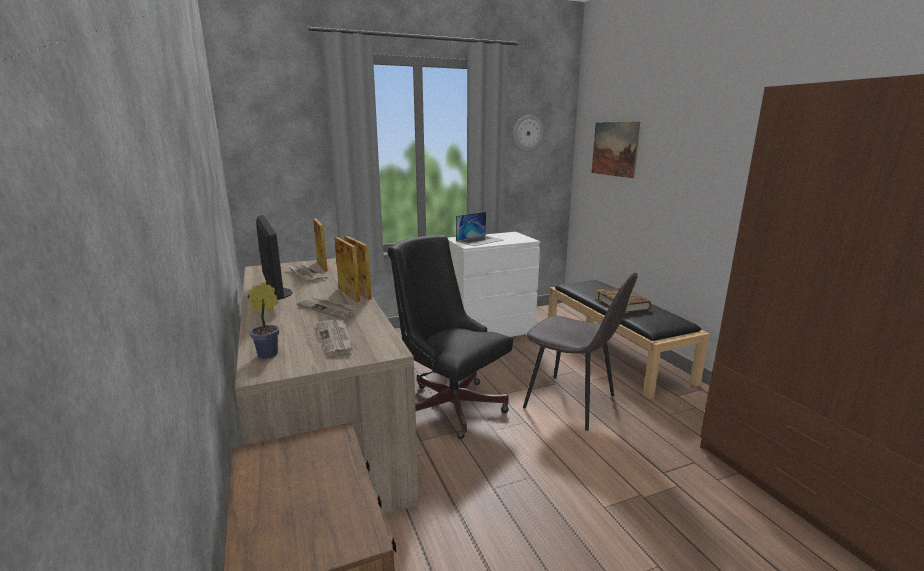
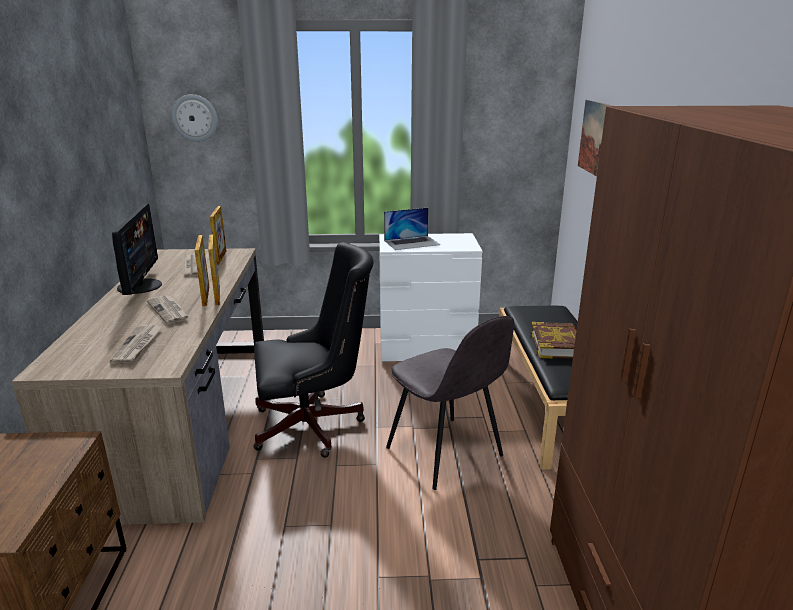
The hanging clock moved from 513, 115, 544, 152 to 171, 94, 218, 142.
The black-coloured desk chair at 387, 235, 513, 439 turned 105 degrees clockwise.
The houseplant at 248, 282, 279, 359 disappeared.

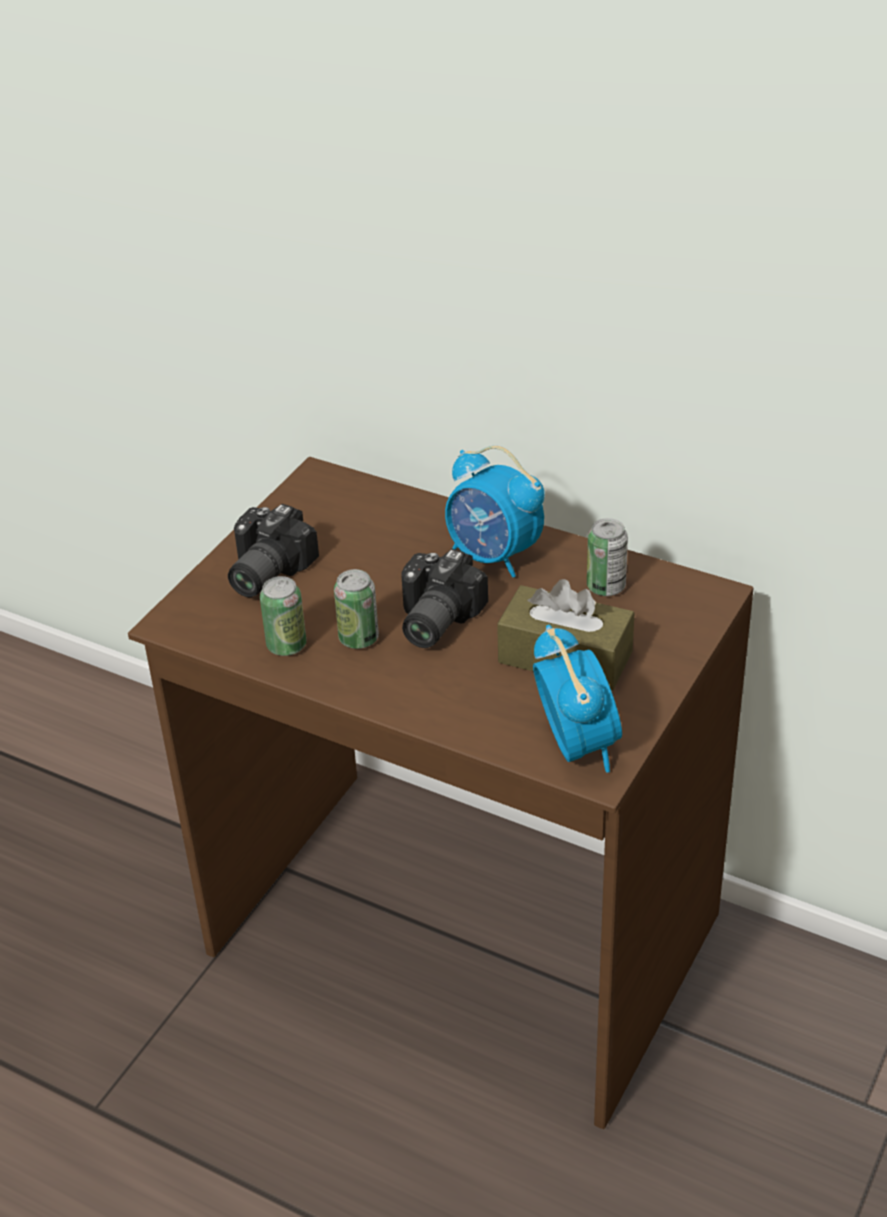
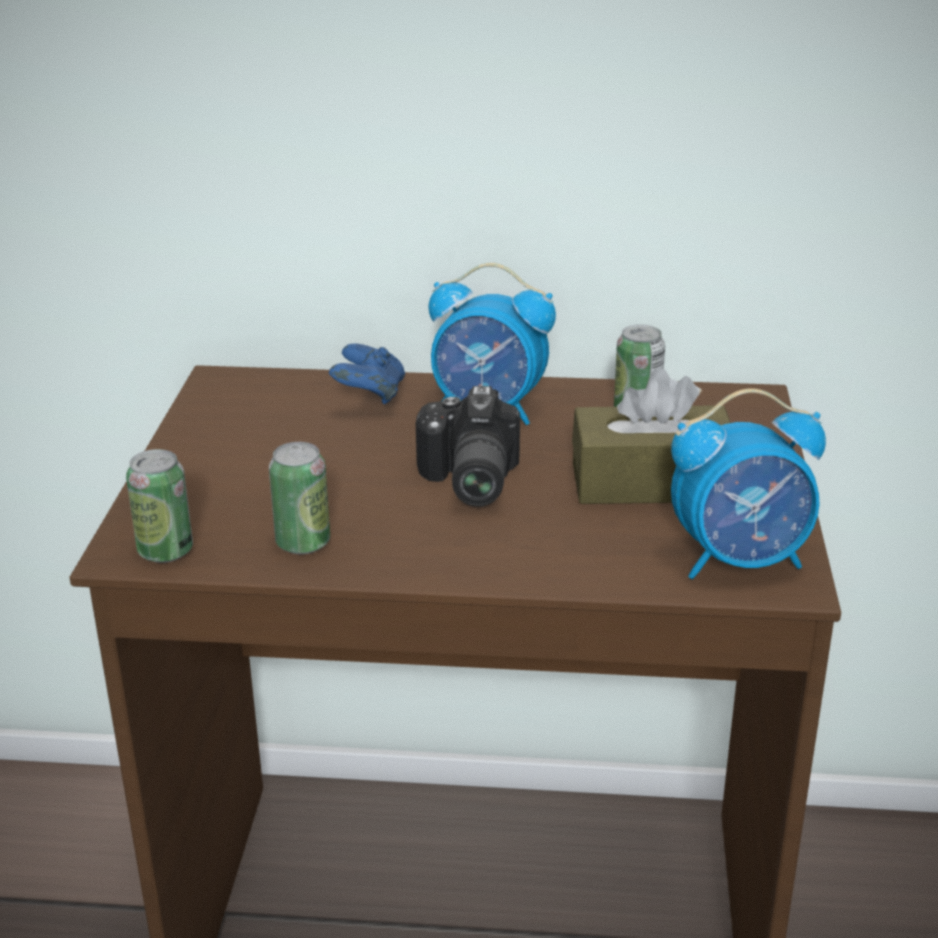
The can moved from 334, 569, 379, 649 to 126, 449, 193, 563.
The bluish game controller at 329, 343, 405, 404 appeared.
The table clock at 533, 625, 622, 773 turned 120 degrees clockwise.
The still camera at 228, 504, 319, 597 disappeared.

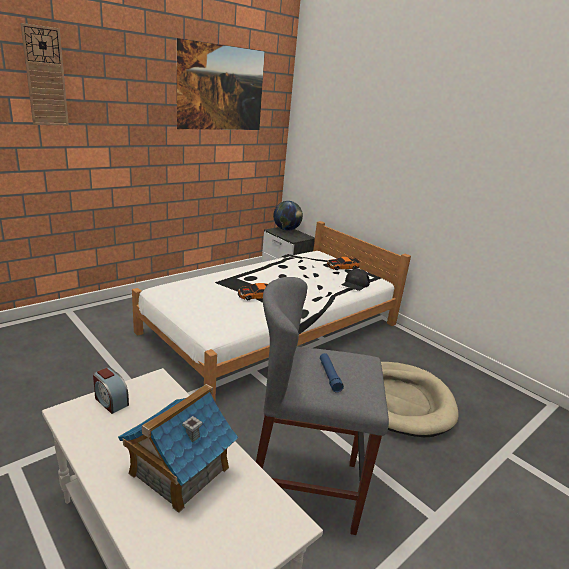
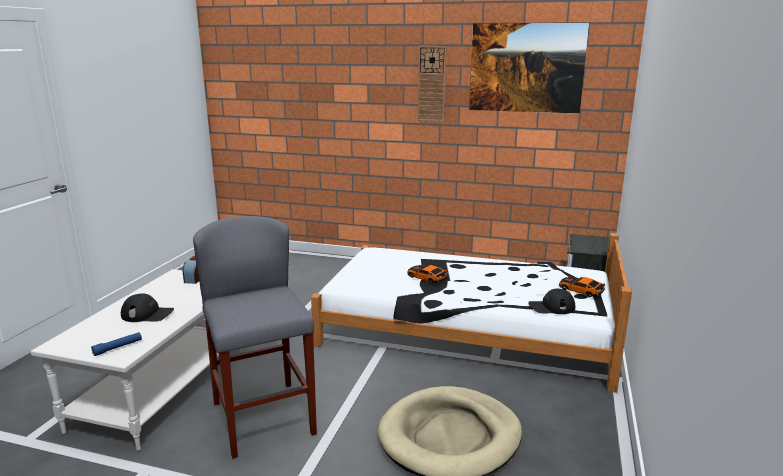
The bluish hand torch moved from 320, 353, 344, 392 to 91, 332, 142, 356.
The miniature house at 118, 384, 239, 513 was replaced by the black-coloured peaked cap at 121, 294, 174, 322.
The hanging clock moved from 21, 23, 69, 125 to 418, 46, 446, 122.
The globe at 273, 201, 303, 231 disappeared.

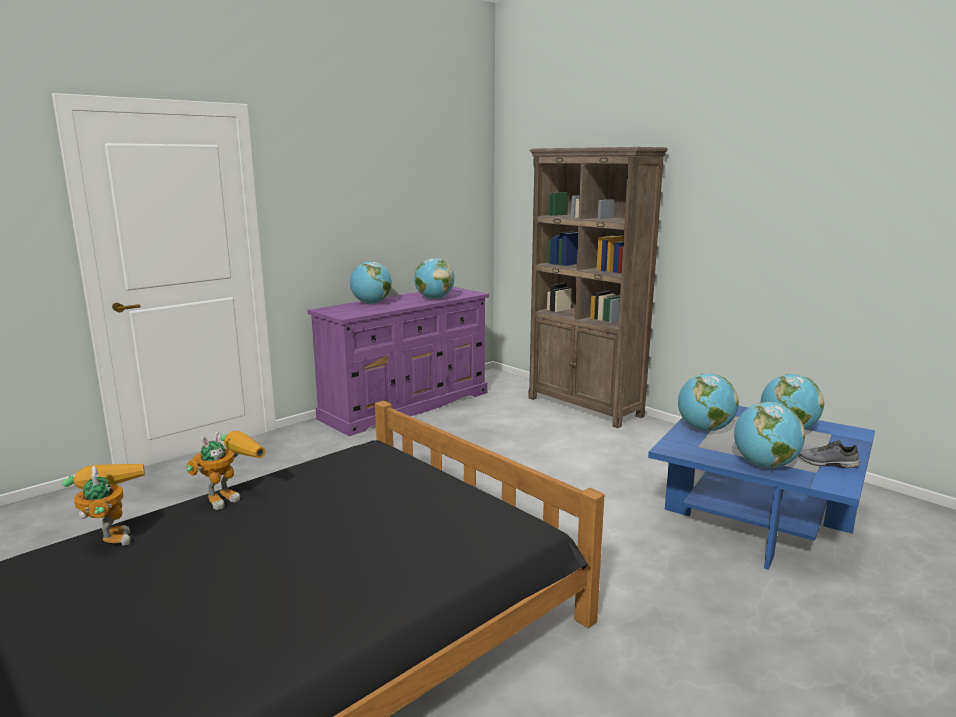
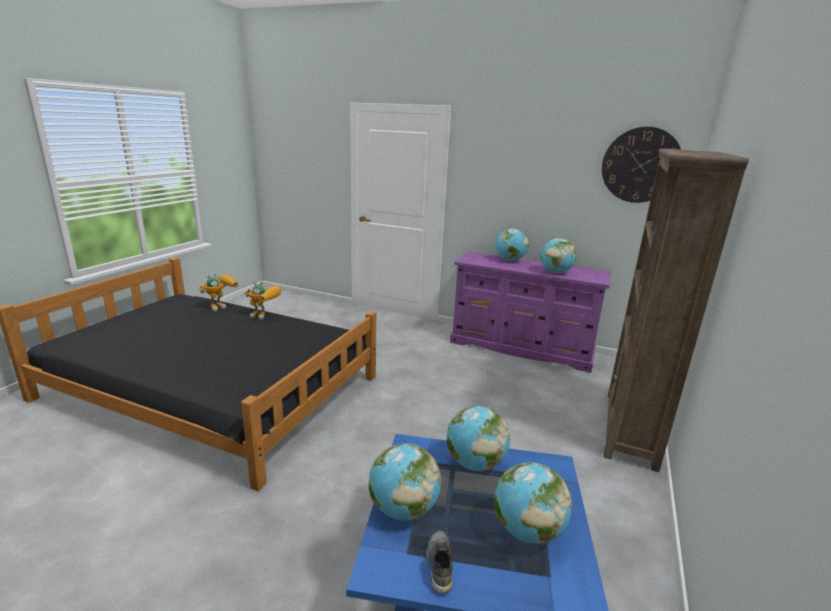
The hanging clock at 602, 127, 681, 203 appeared.

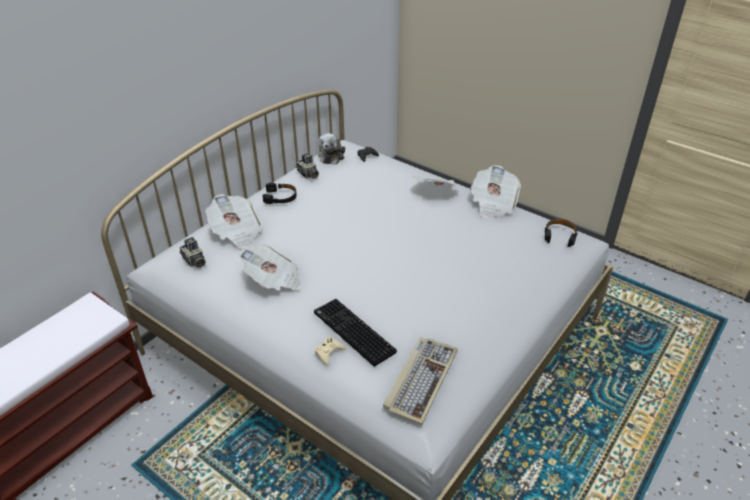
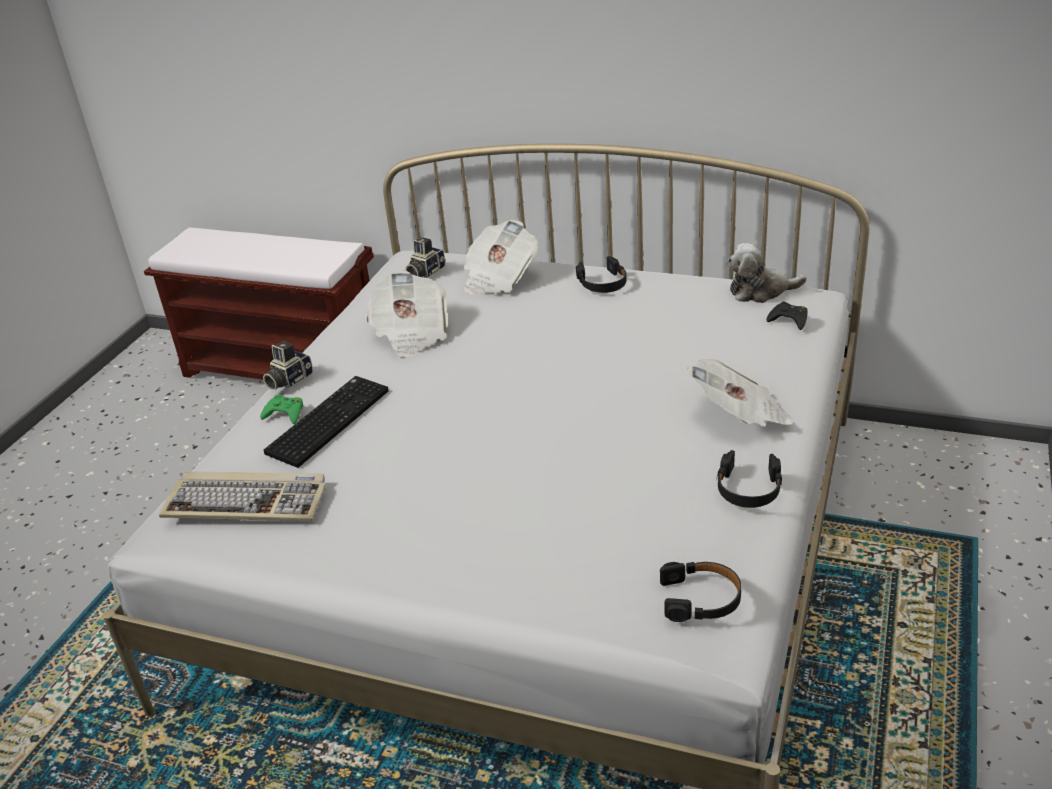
The beige-coloured game controller at 315, 338, 346, 366 became the greenish game controller at 260, 394, 303, 424.
The still camera moved from 296, 153, 319, 179 to 263, 341, 313, 390.
The printed paper at 470, 165, 521, 218 was replaced by the black-coloured pair of headphones at 717, 450, 782, 508.

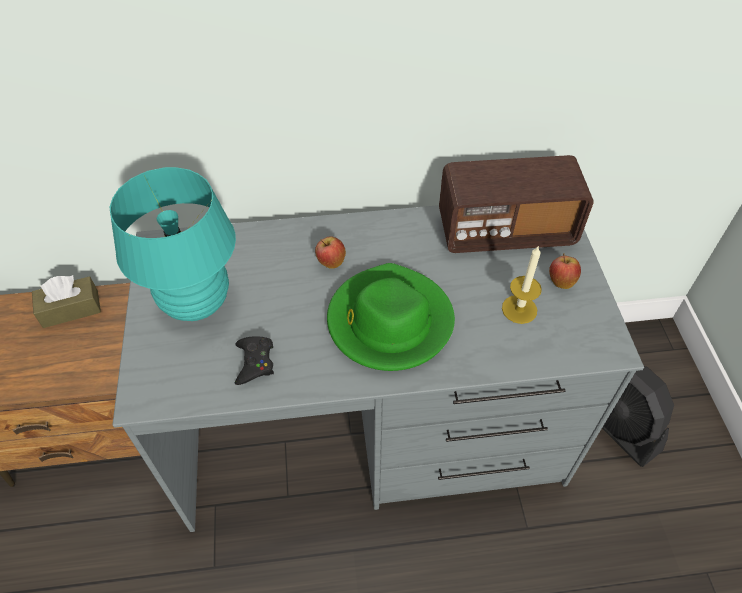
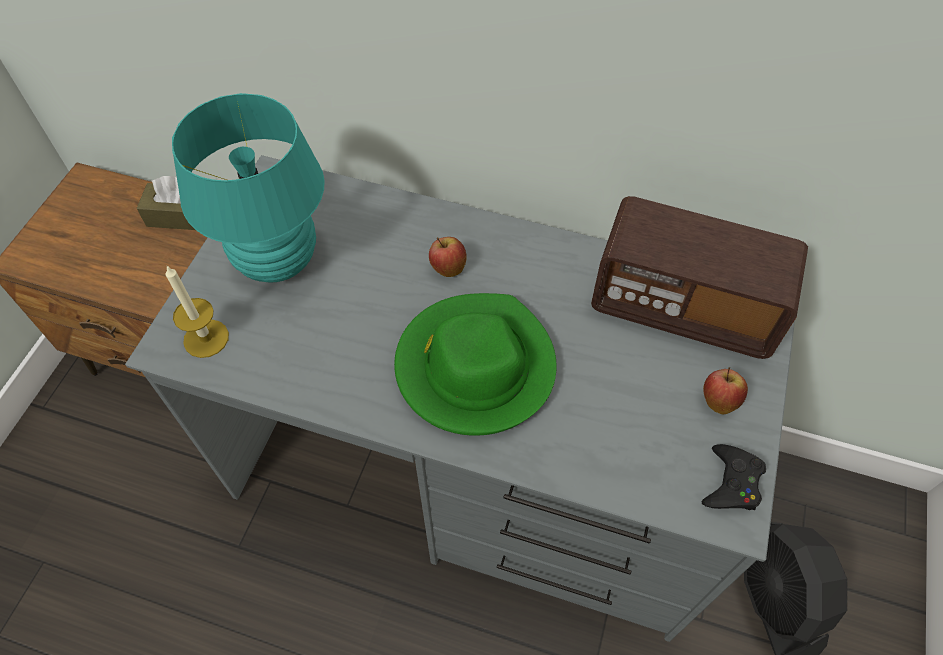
The wax light moved from 502, 245, 542, 324 to 165, 265, 229, 358.
The black-coloured game controller moved from 235, 336, 274, 385 to 702, 444, 766, 510.

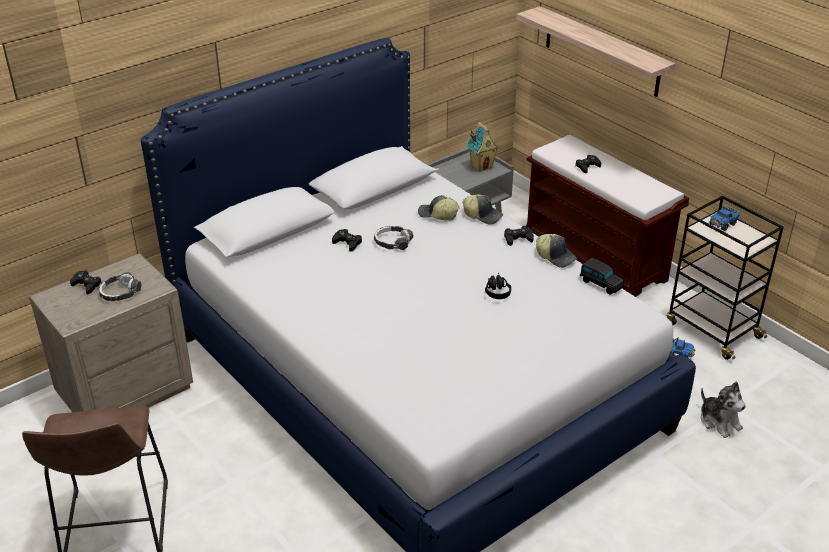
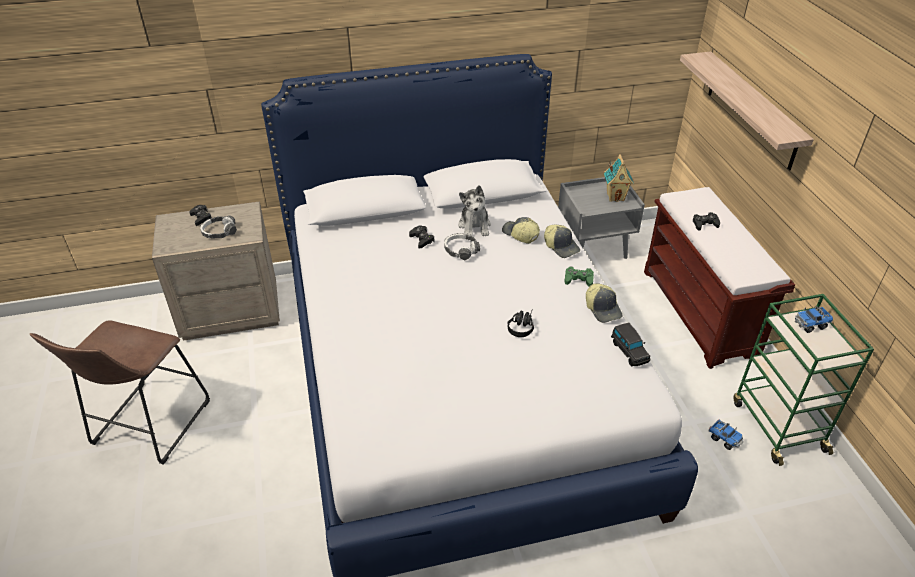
The soft toy moved from 701, 381, 746, 438 to 458, 185, 491, 236.
The black-coloured game controller at 504, 226, 534, 246 became the greenish game controller at 564, 267, 594, 287.
The black-coloured trolley at 667, 196, 784, 360 became the greenish trolley at 734, 294, 874, 466.

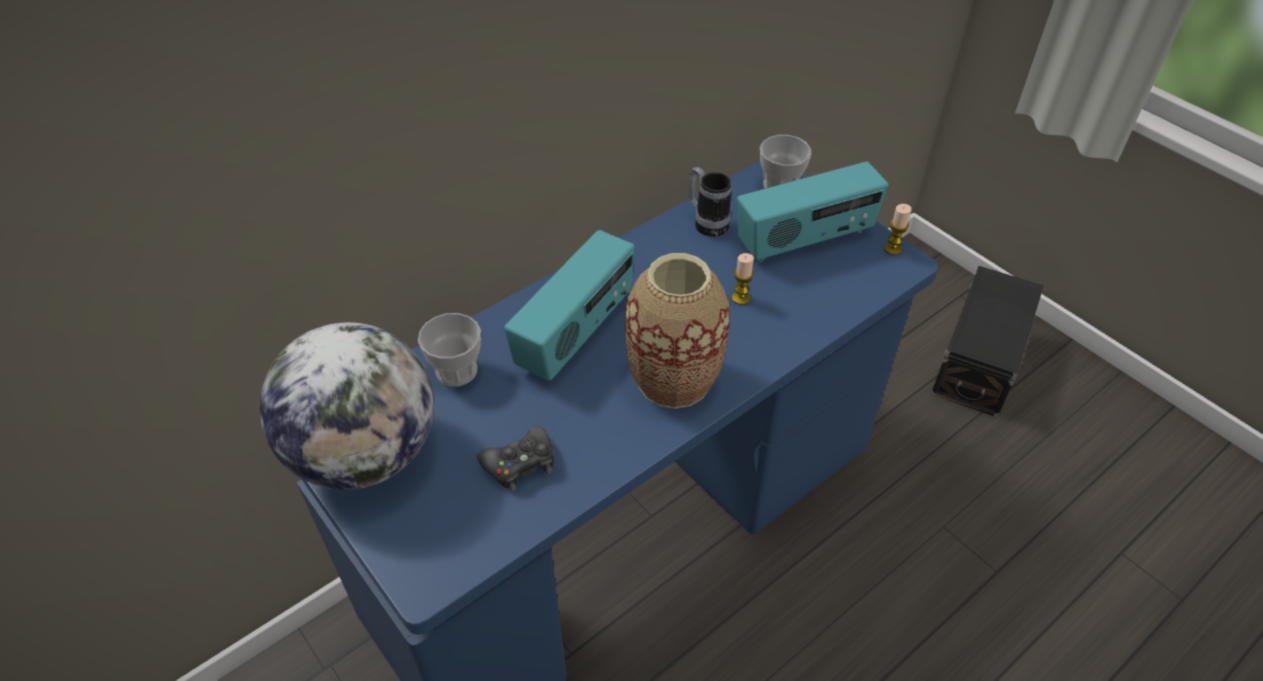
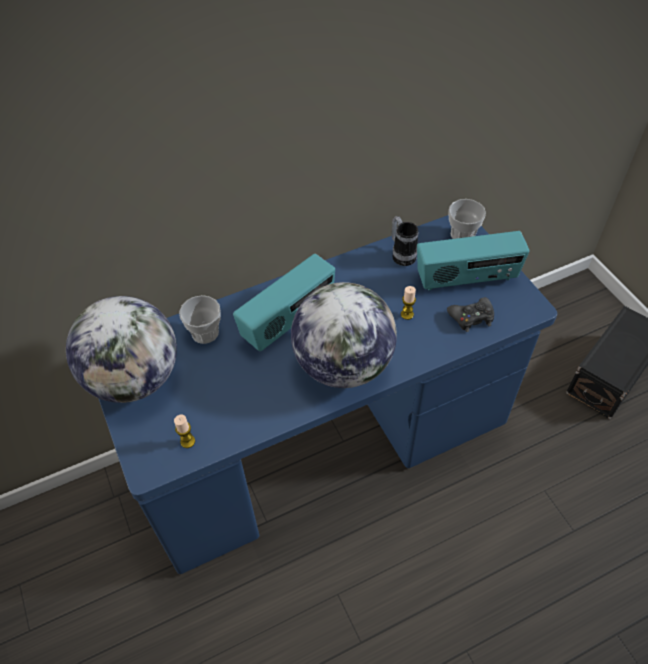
The wax light moved from 884, 204, 912, 255 to 174, 414, 195, 448.
The flower vase at 625, 253, 730, 409 was replaced by the globe at 291, 282, 397, 388.
The black-coloured game controller moved from 477, 426, 554, 491 to 447, 297, 494, 332.

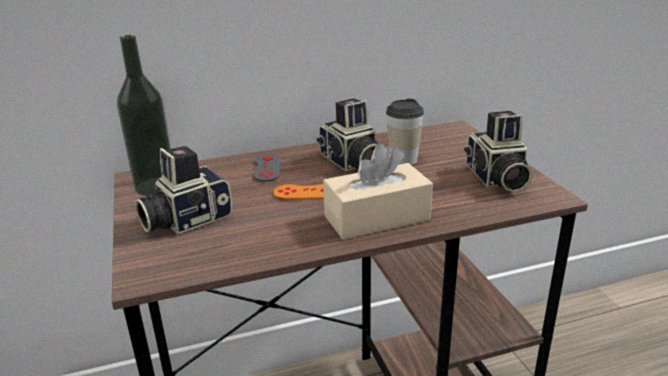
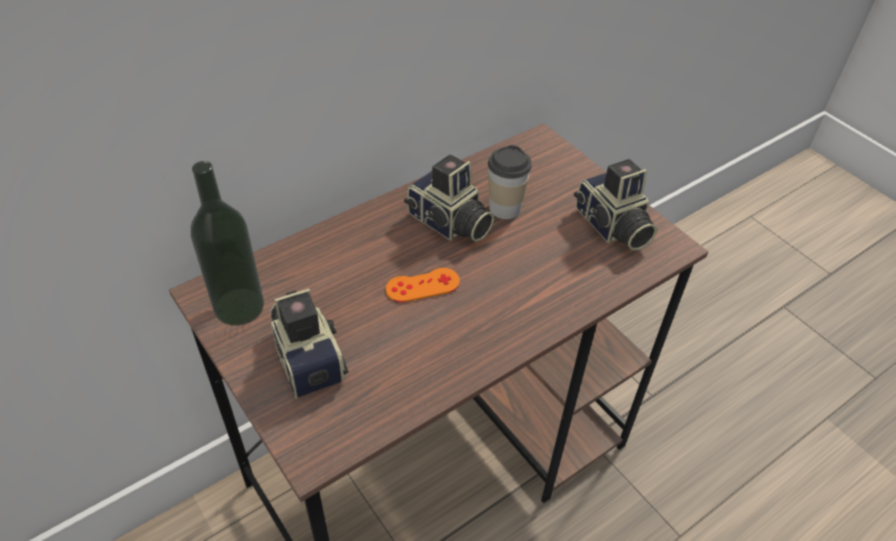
The still camera at 135, 146, 232, 234 turned 120 degrees clockwise.
The gray game controller at 253, 154, 281, 182 disappeared.
The beige-coloured box of tissues at 323, 144, 433, 240 disappeared.

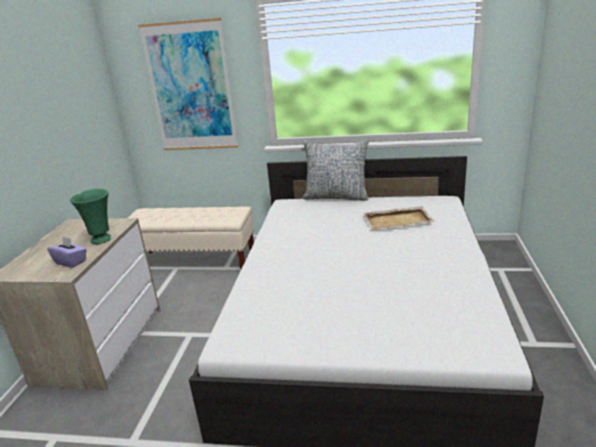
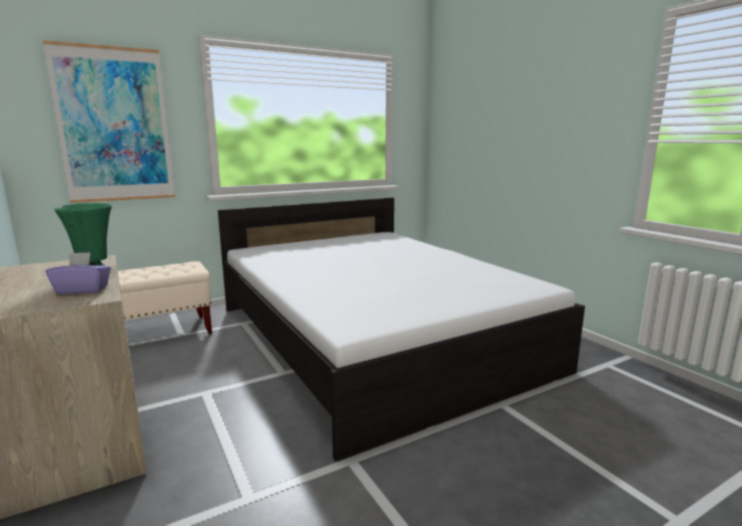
The pillow at 302, 140, 369, 201 disappeared.
The beige-coloured carrying tray at 363, 206, 434, 231 disappeared.

